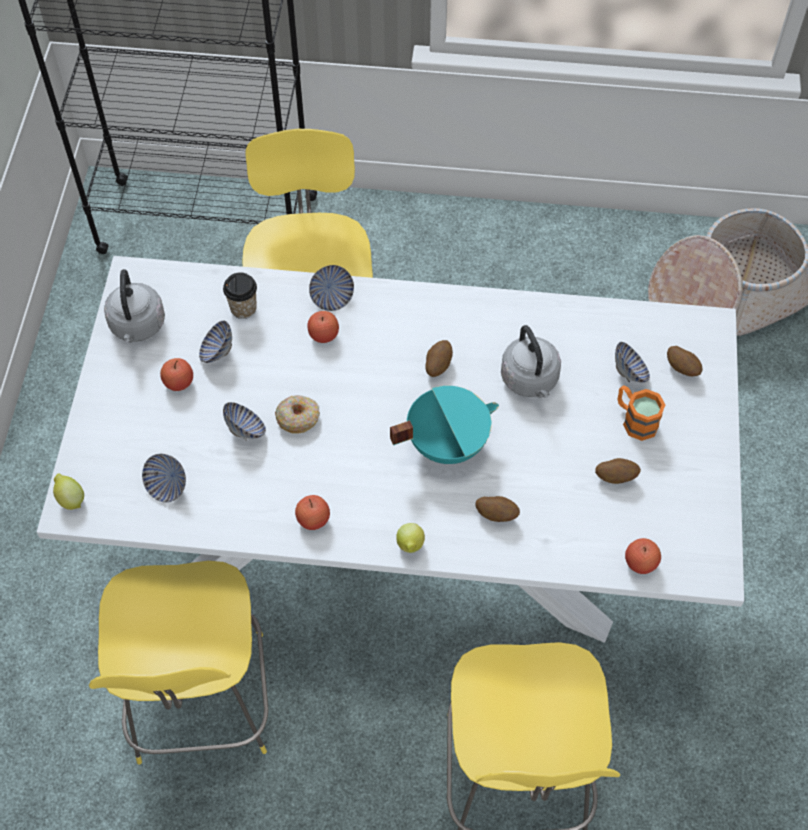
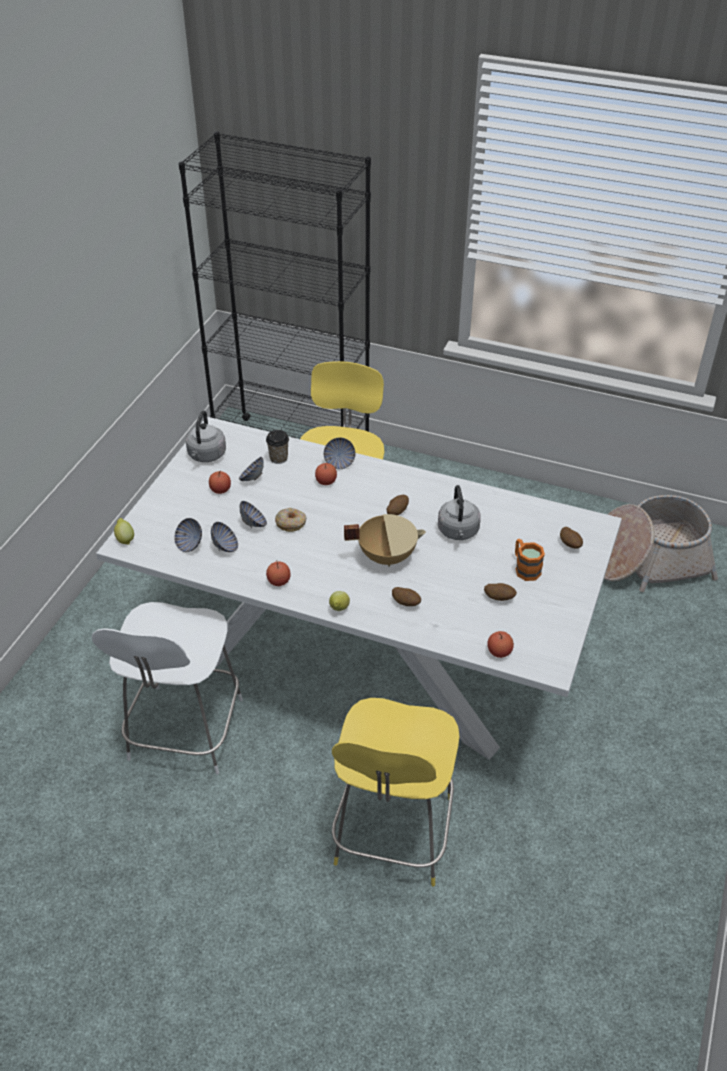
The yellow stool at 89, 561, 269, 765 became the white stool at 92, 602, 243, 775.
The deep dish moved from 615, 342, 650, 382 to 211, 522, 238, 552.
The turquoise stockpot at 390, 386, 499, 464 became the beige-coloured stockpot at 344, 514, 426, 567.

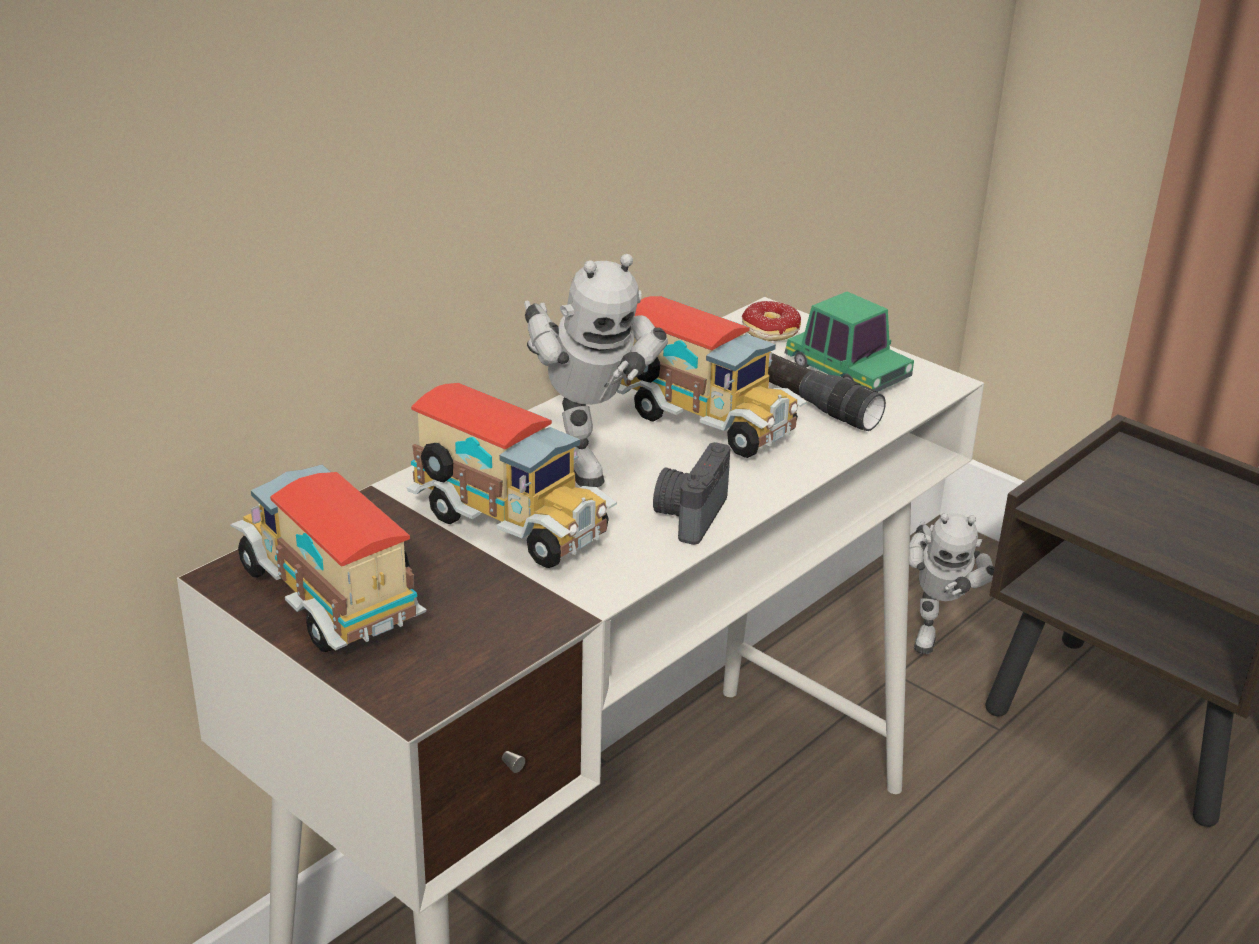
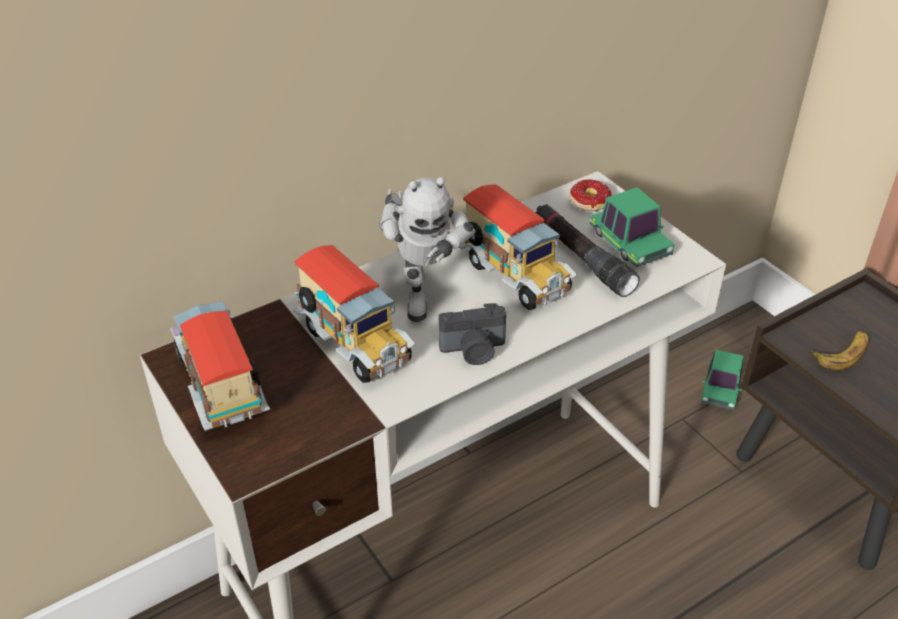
The still camera at 653, 442, 730, 545 turned 135 degrees counterclockwise.
The toy robot at 909, 513, 994, 654 was replaced by the toy car at 701, 350, 743, 410.
The banana fruit at 811, 331, 869, 370 appeared.

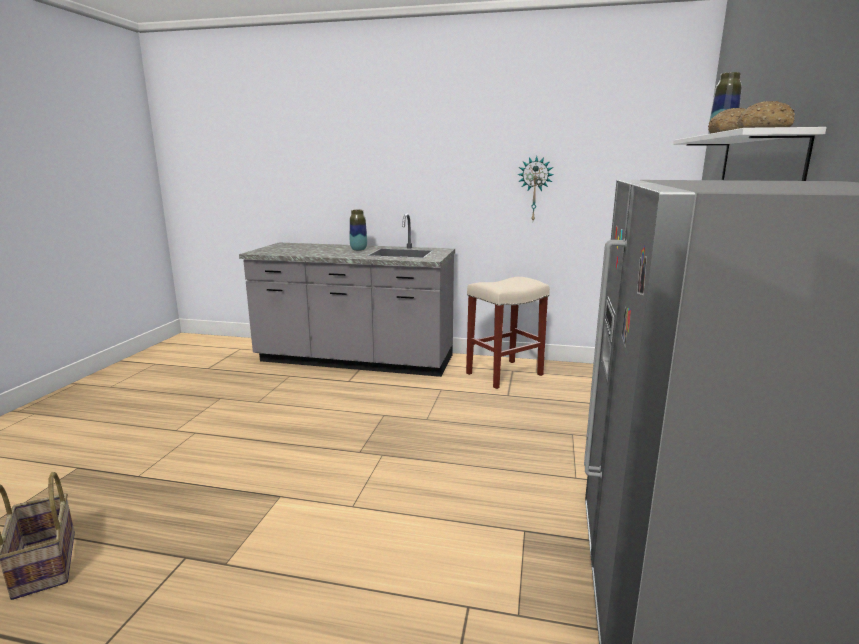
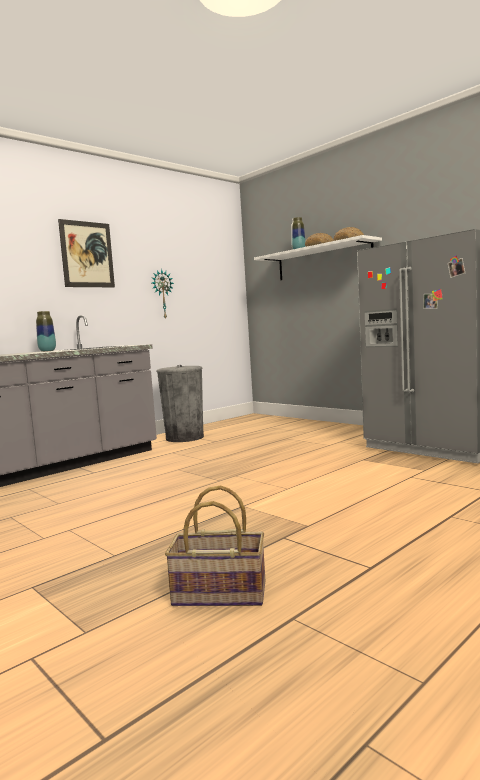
The picture at 58, 219, 115, 287 appeared.
The beige-coloured stool at 466, 277, 550, 389 was replaced by the gray waste bin at 156, 365, 204, 442.

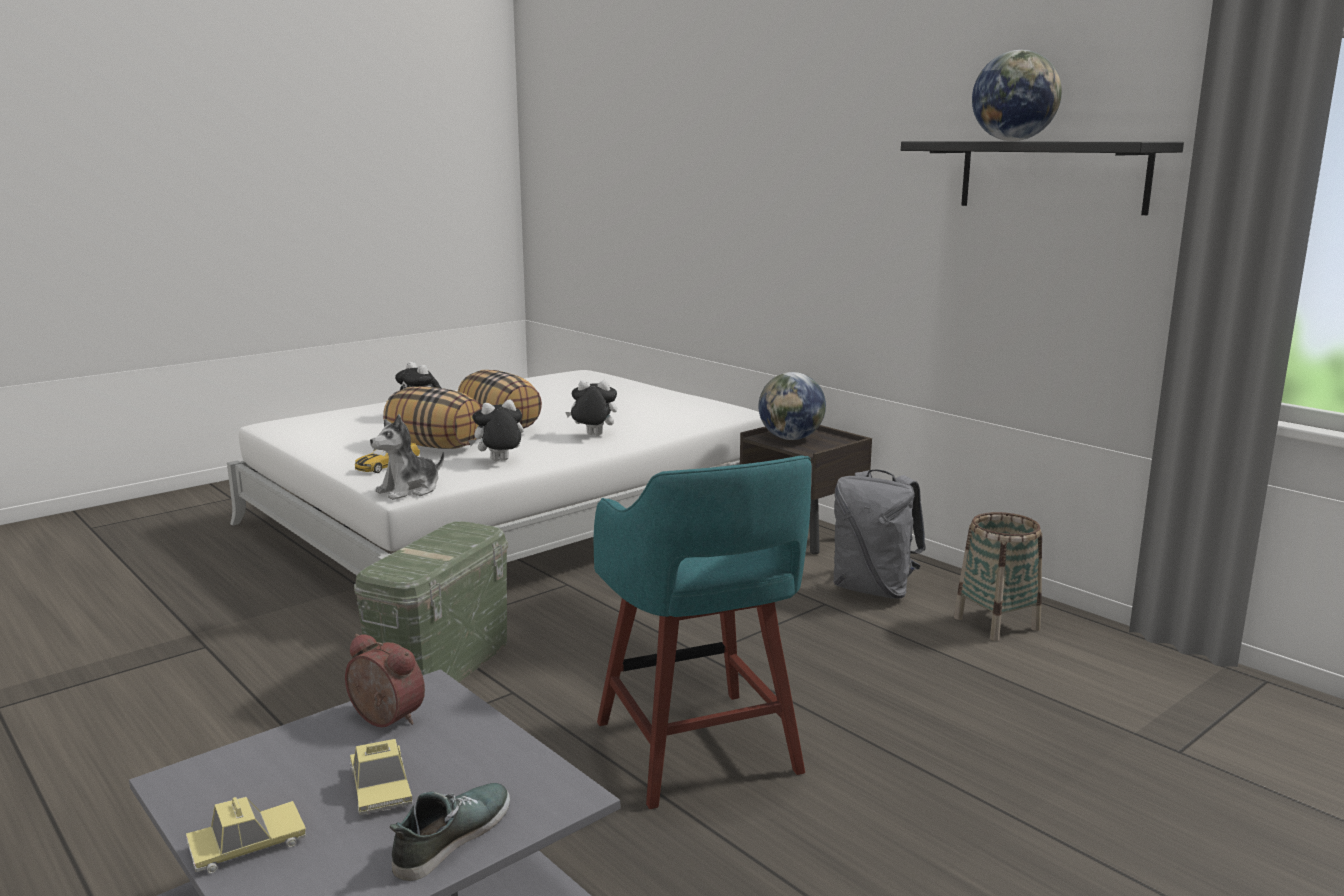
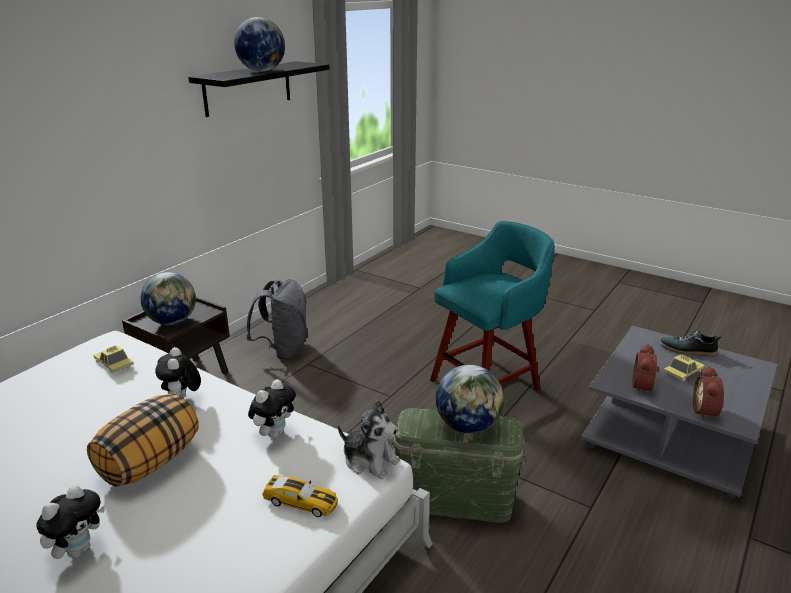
The toy car moved from 186, 797, 306, 874 to 93, 345, 134, 373.
The soft toy at 468, 399, 524, 461 turned 105 degrees counterclockwise.
The globe at 436, 365, 504, 434 appeared.
The table clock at 693, 366, 724, 420 appeared.
The pillow at 383, 386, 482, 449 disappeared.
The basket at 954, 512, 1042, 641 disappeared.

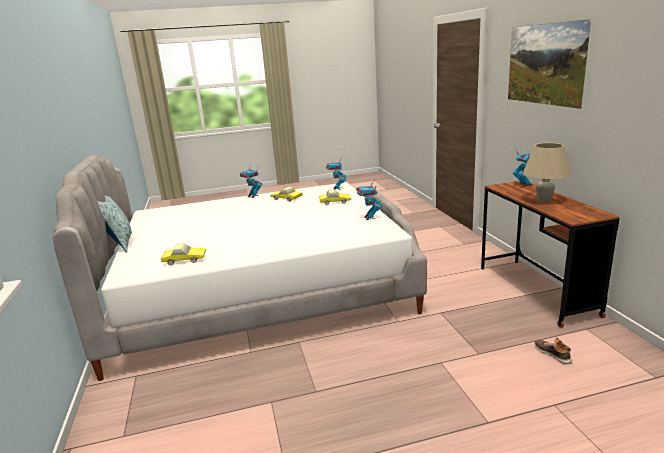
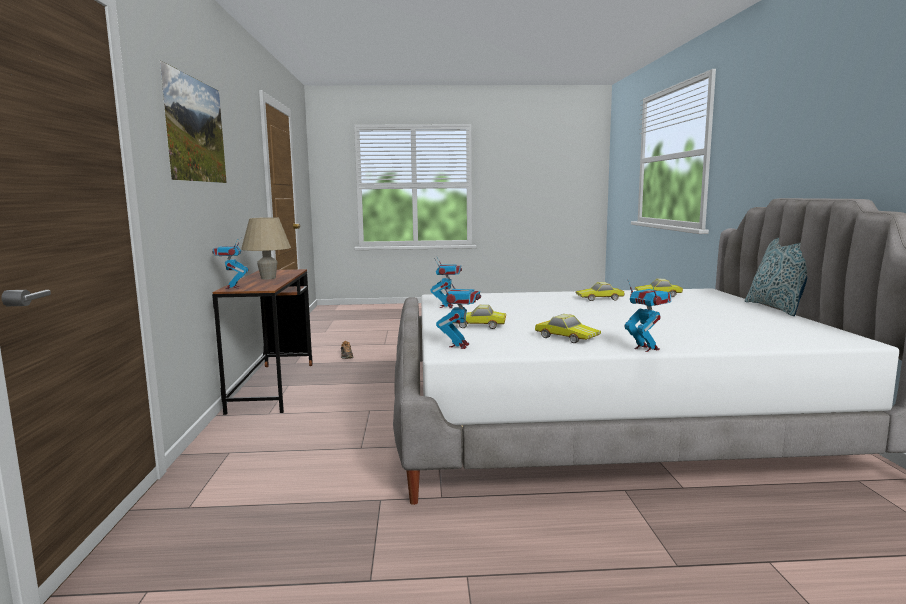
The toy car at 576, 282, 624, 301 appeared.

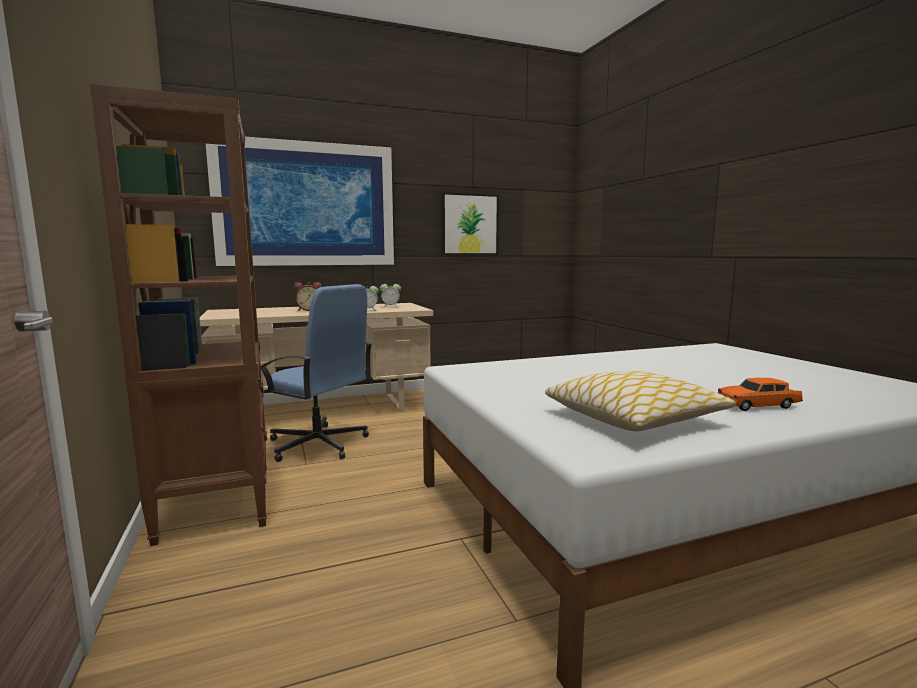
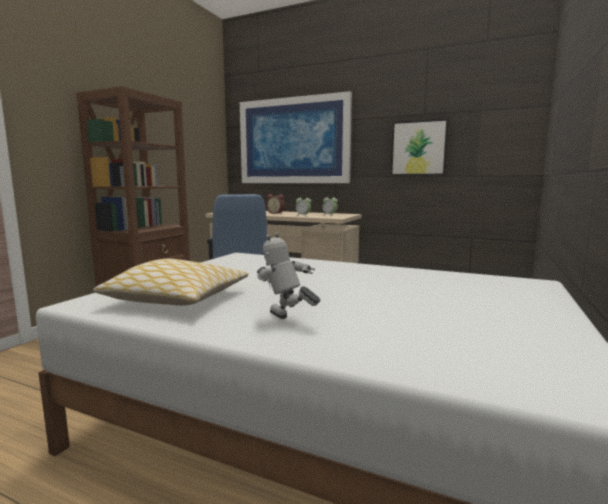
The orange toy car at 718, 378, 803, 411 was replaced by the toy robot at 257, 233, 320, 319.

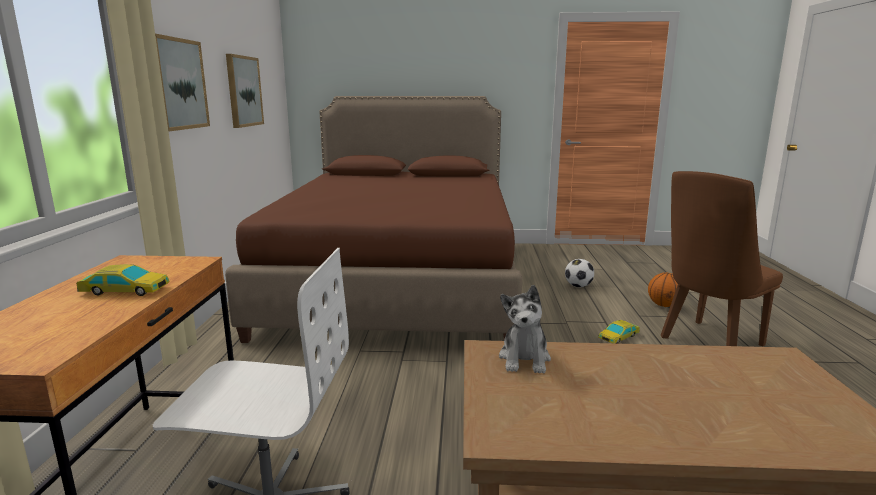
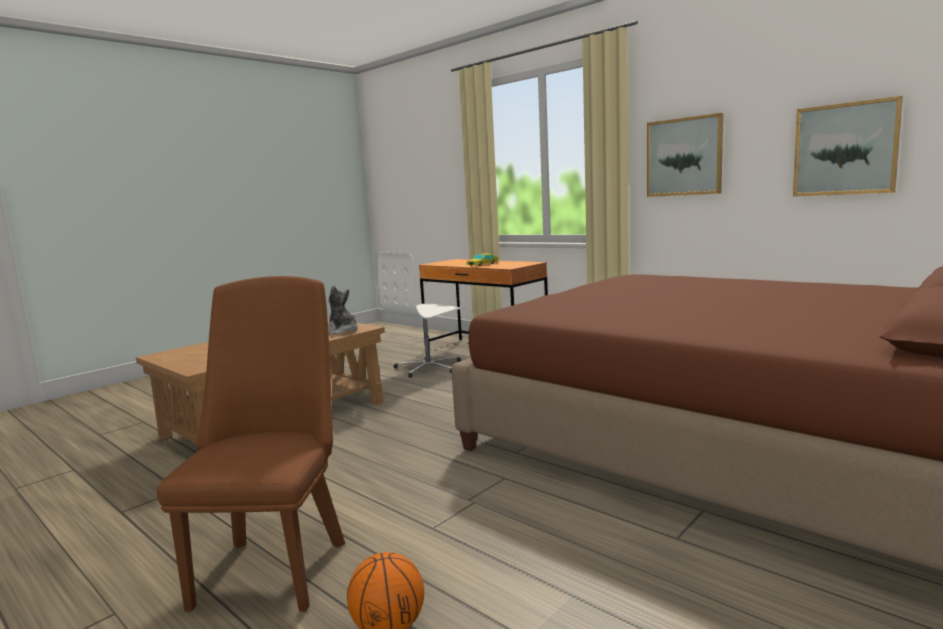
The football ball at 565, 259, 594, 287 disappeared.
The toy car at 598, 320, 640, 344 disappeared.

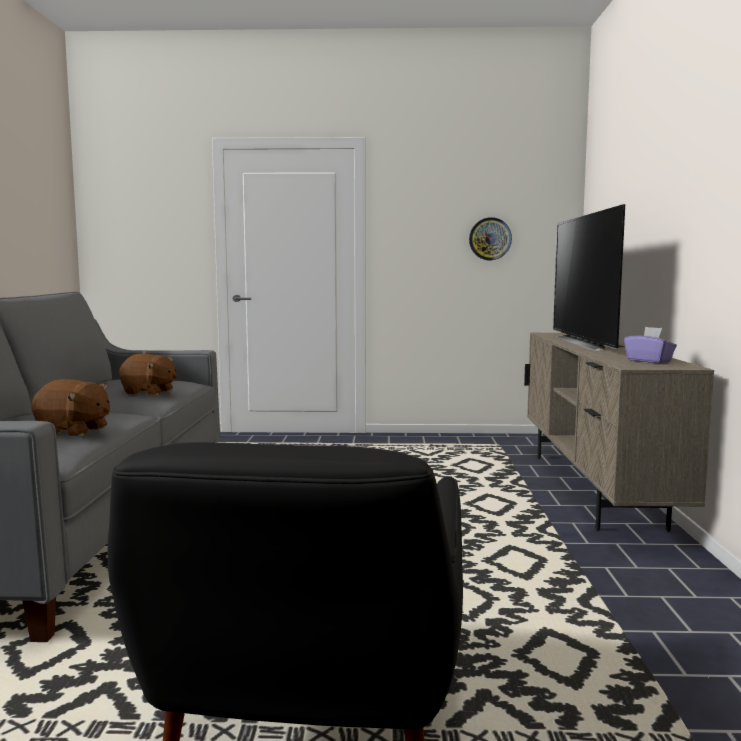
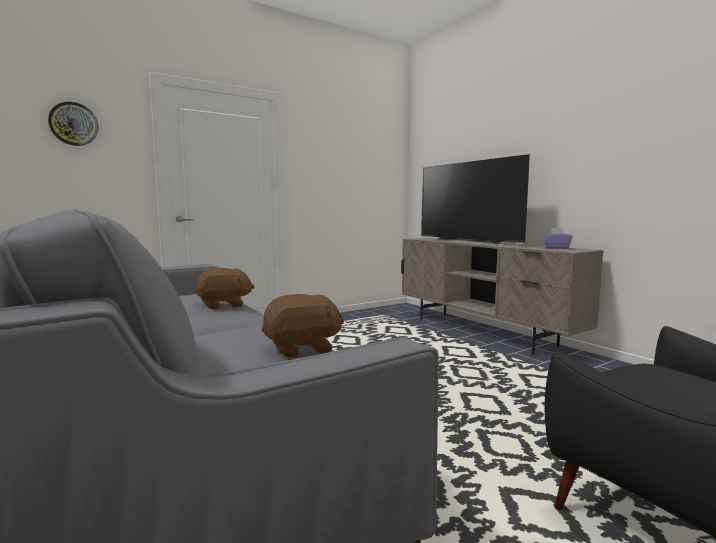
The hanging clock moved from 469, 217, 512, 260 to 48, 102, 98, 146.

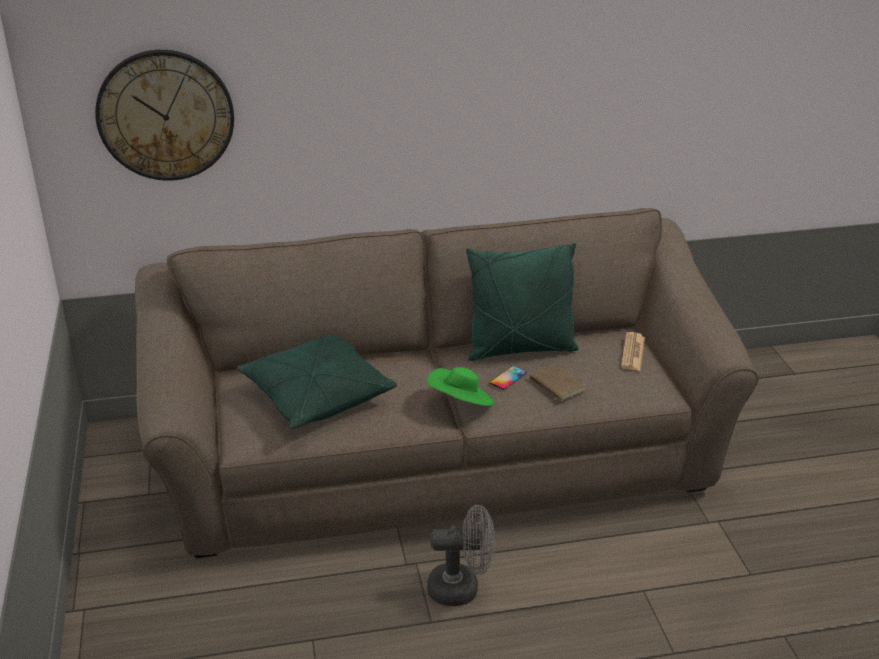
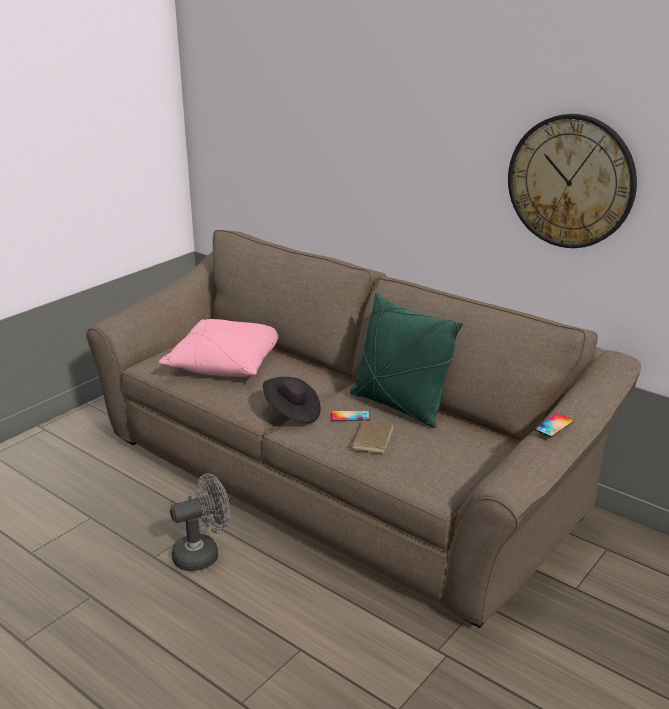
The greenish pillow at 237, 335, 397, 429 became the pink-coloured pillow at 159, 319, 278, 377.
The gray cooling fan at 427, 505, 495, 606 turned 75 degrees counterclockwise.
The greenish hat at 427, 367, 494, 406 became the black-coloured hat at 263, 377, 321, 423.
The hanging clock moved from 95, 50, 234, 181 to 508, 114, 637, 248.
The phone at 534, 414, 574, 437 appeared.
The printed paper at 621, 332, 645, 371 disappeared.

